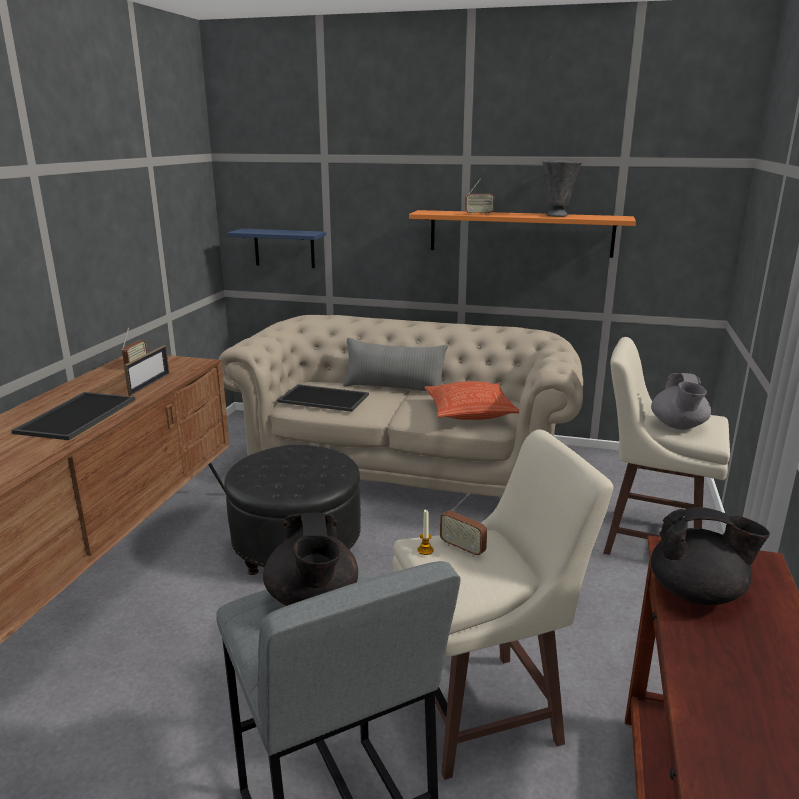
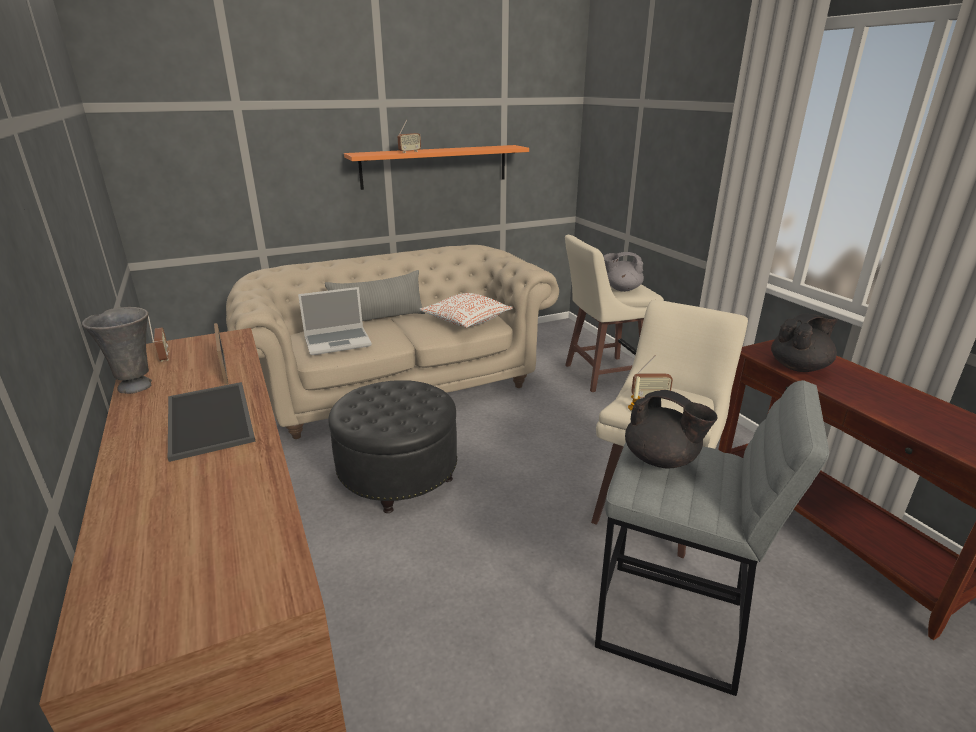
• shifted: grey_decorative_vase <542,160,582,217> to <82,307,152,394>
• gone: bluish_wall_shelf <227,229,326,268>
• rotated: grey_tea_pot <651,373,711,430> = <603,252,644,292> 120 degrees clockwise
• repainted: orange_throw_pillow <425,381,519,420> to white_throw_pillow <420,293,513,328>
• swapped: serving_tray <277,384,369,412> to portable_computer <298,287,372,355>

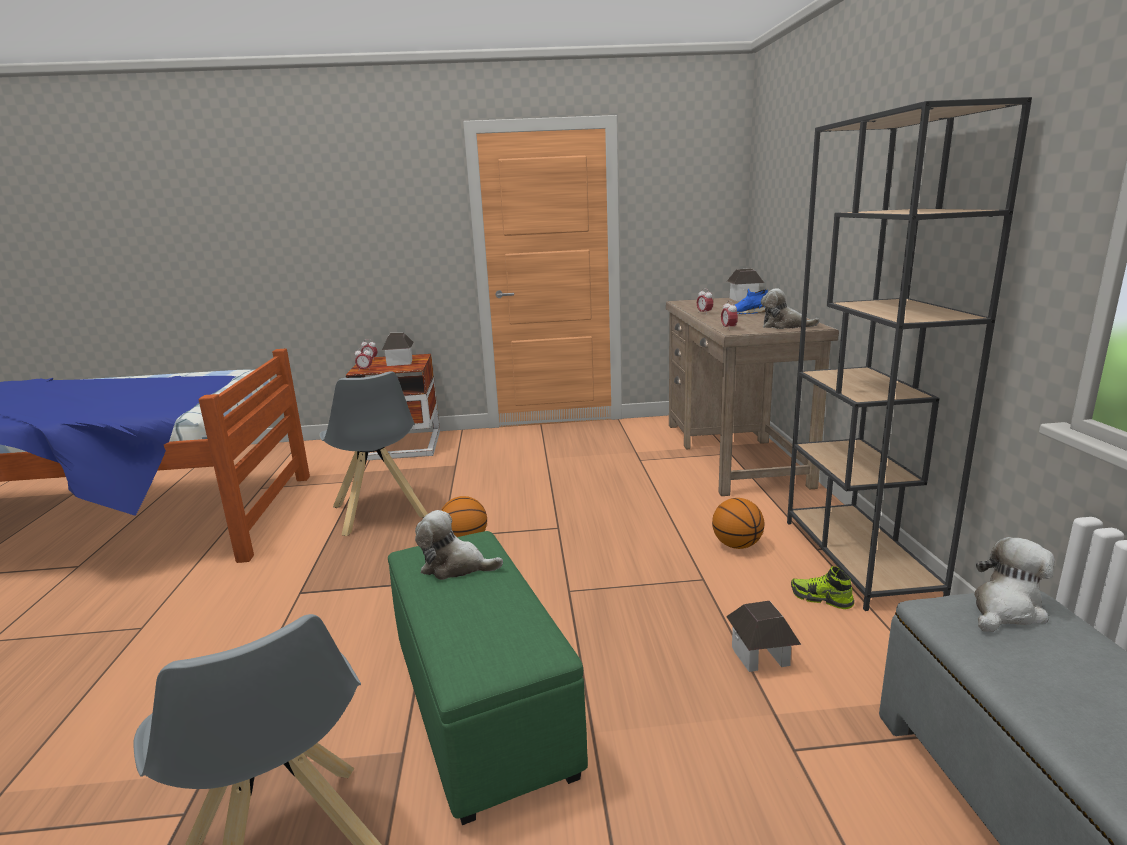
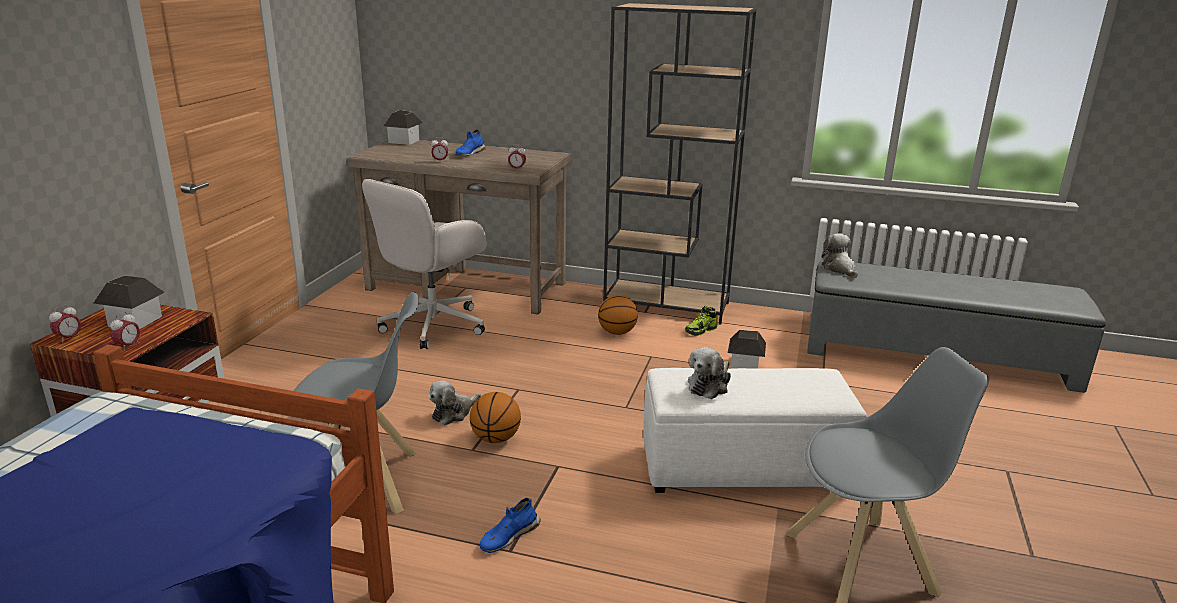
• shifted: cuddly_toy <761,288,820,329> to <430,380,481,425>
• repainted: green_pouffe <388,531,588,825> to white_pouffe <643,368,867,493>
• new: white_office_chair <362,179,486,349>
• new: bluish_shoe <480,497,541,553>

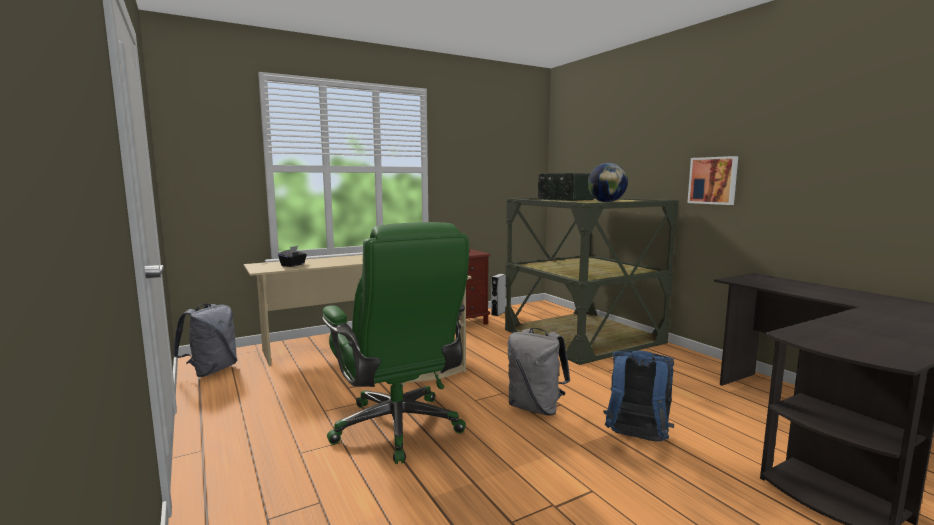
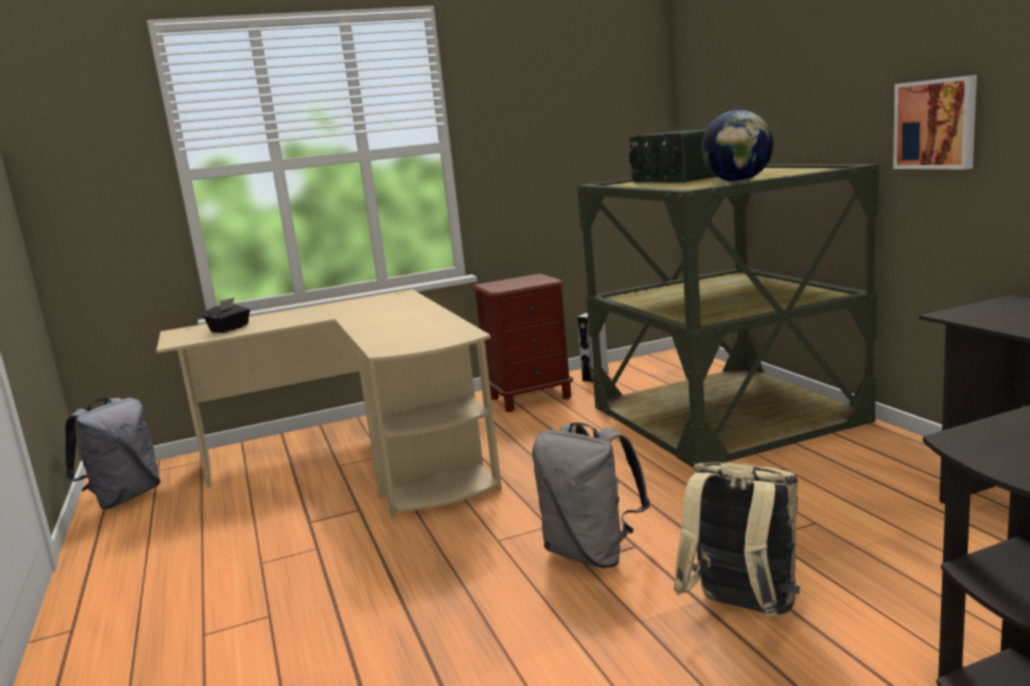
• gone: green_office_chair <322,222,469,464>
• repainted: bluish_backpack <603,351,674,441> to beige_backpack <674,462,800,617>

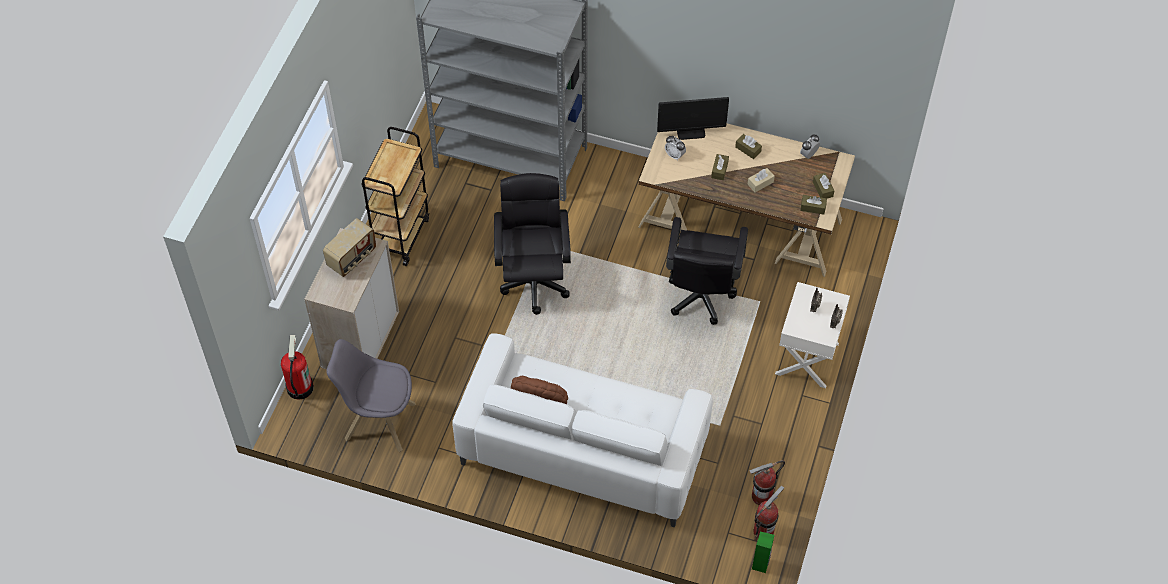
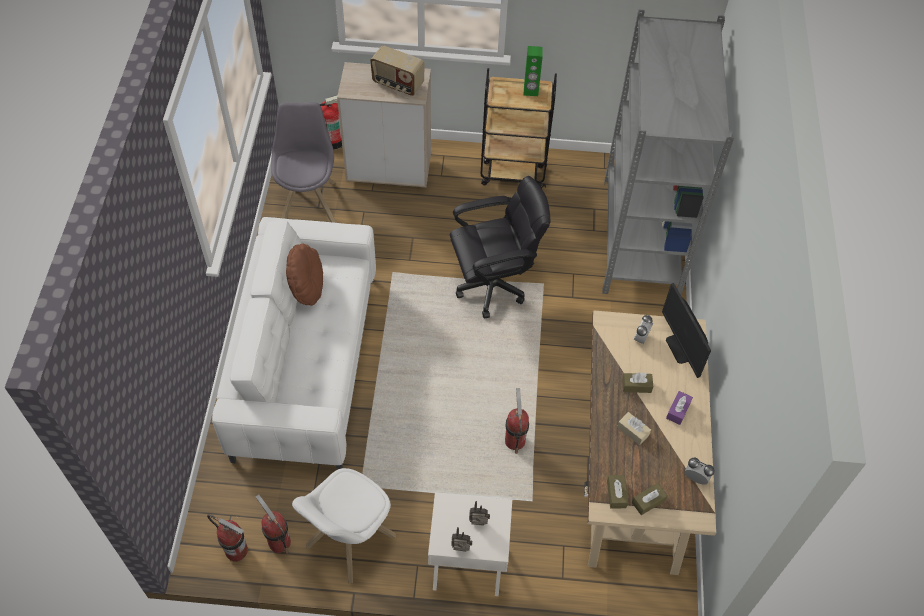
• repainted: brownish_box_of_tissues <735,134,762,159> to purple_box_of_tissues <666,391,693,425>
• swapped: black_office_chair <666,217,748,325> to extinguisher <505,388,529,454>
• shifted: green_loudspeaker <752,531,774,573> to <524,46,543,96>
• new: white_upright_chair <292,468,396,583>

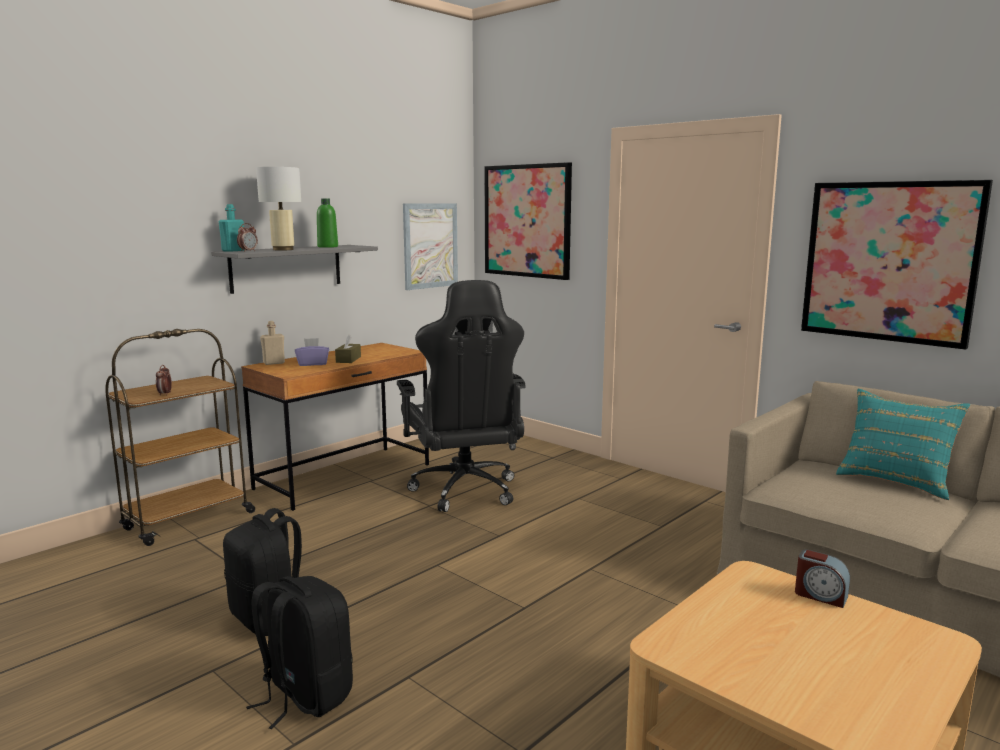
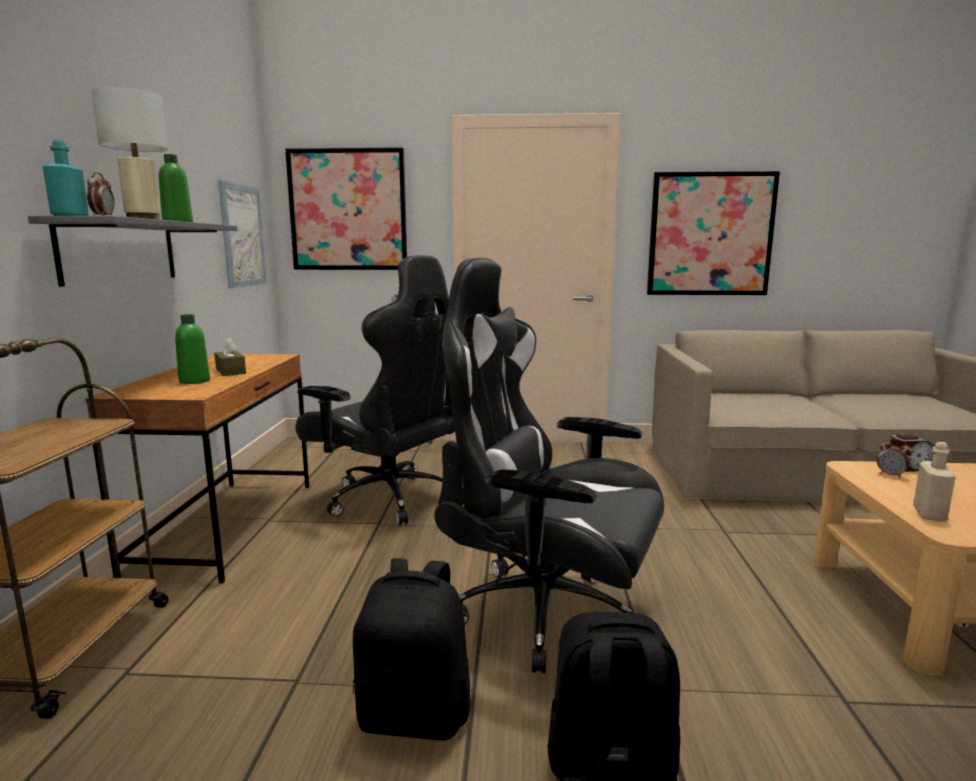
• shifted: beige_drink_bottle <260,321,285,365> to <913,442,956,521>
• swapped: purple_box_of_tissues <295,338,329,366> to green_drink_bottle <175,314,210,384>
• shifted: table_clock <156,365,172,396> to <877,438,912,478>
• gone: turquoise-coloured_throw_pillow <836,389,970,500>
• new: black_office_chair <434,258,664,673>

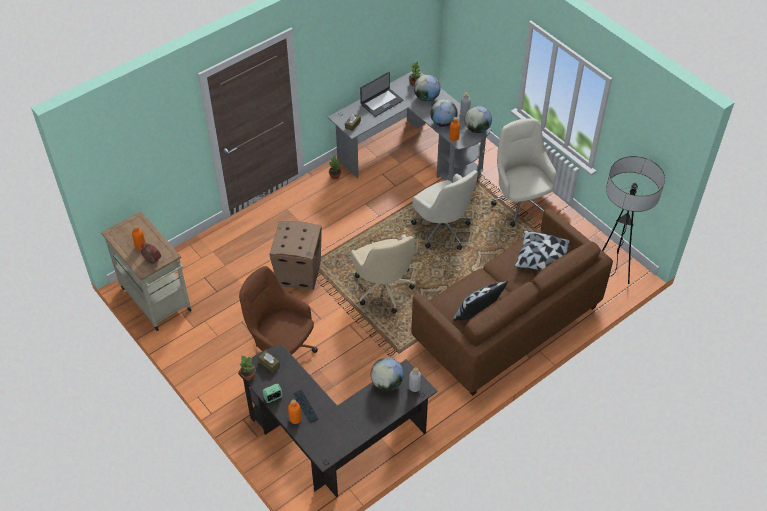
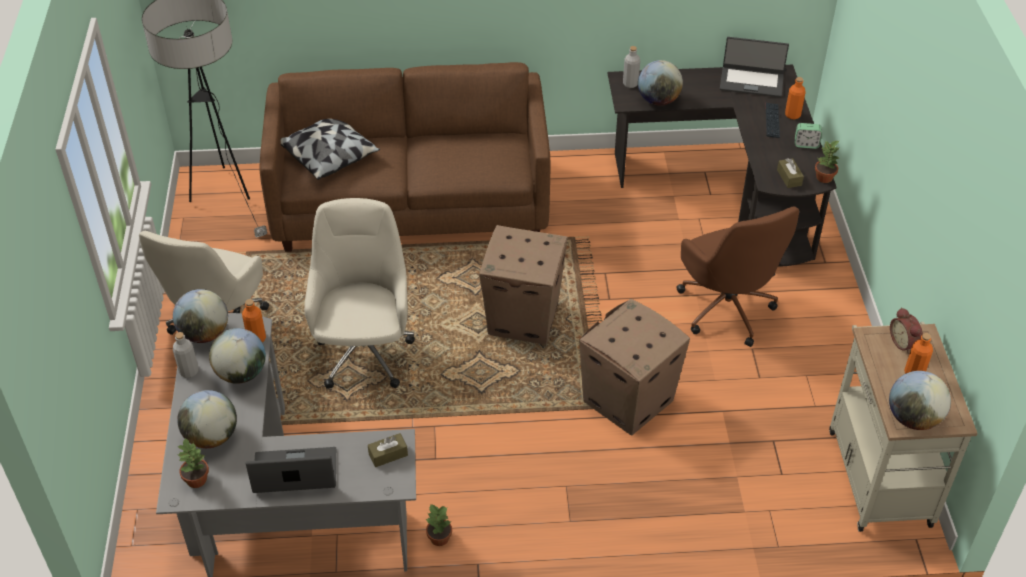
• swapped: beige_office_chair <351,234,415,314> to cardboard_box <479,225,568,344>
• gone: throw_pillow <453,281,508,321>
• new: portable_computer <720,37,789,97>
• new: desk_globe <889,371,951,430>

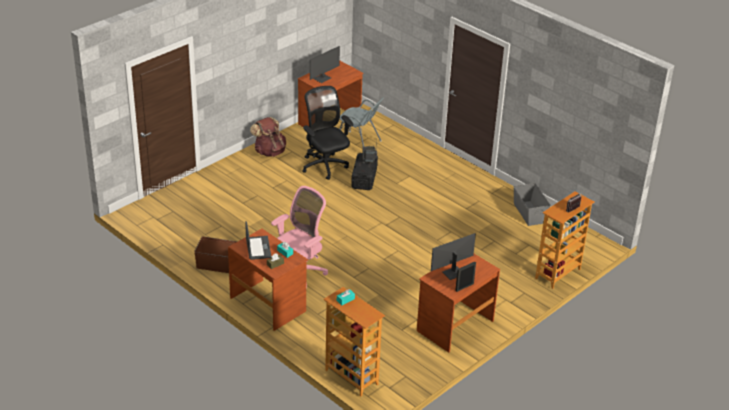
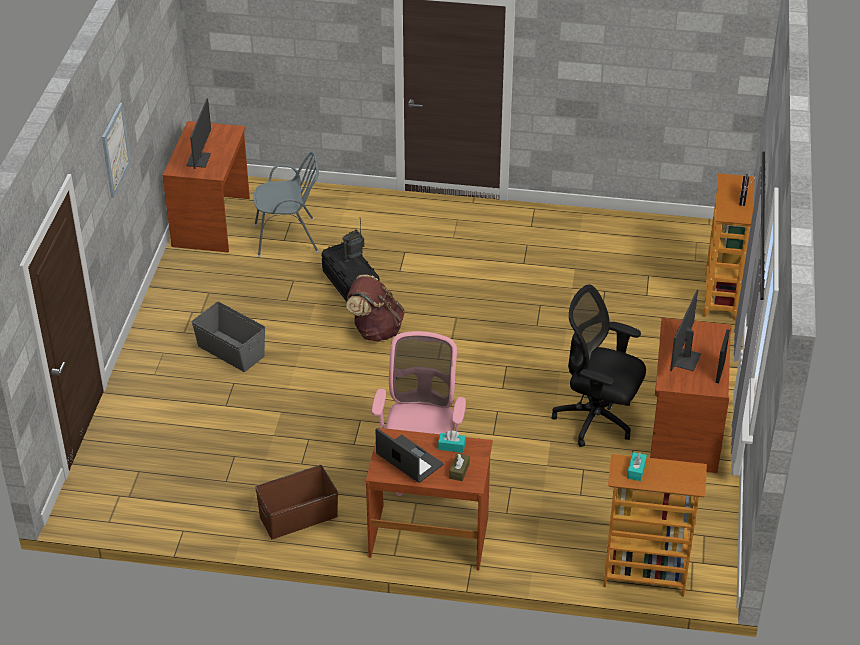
• shifted: black_office_chair <302,86,354,180> to <552,284,646,447>
• shifted: brownish_backpack <250,117,286,157> to <346,275,405,342>
• shifted: grey_storage_container <513,183,550,226> to <191,302,266,372>
• new: wall_picture <102,103,131,197>

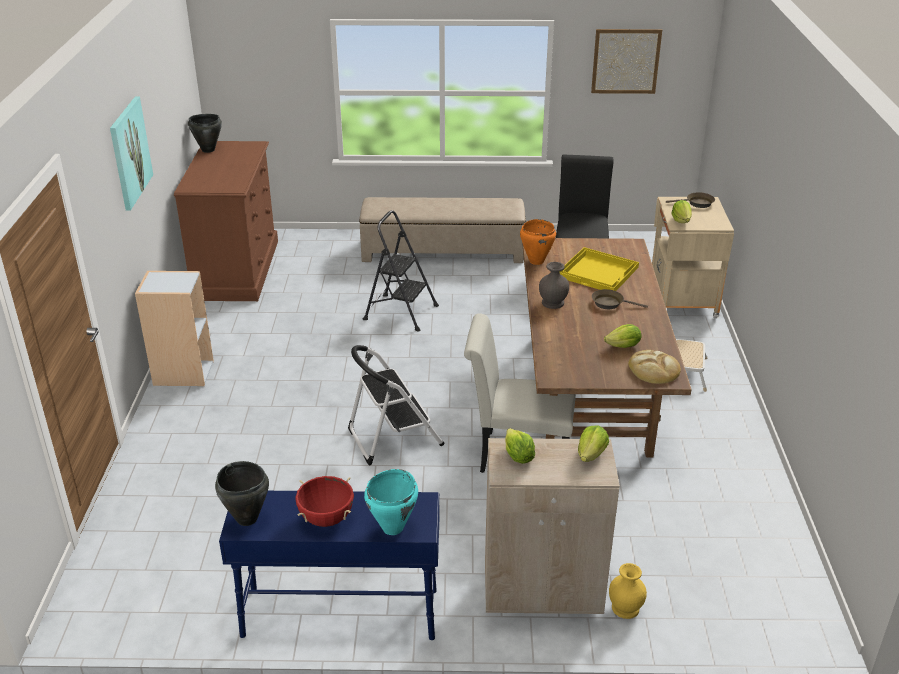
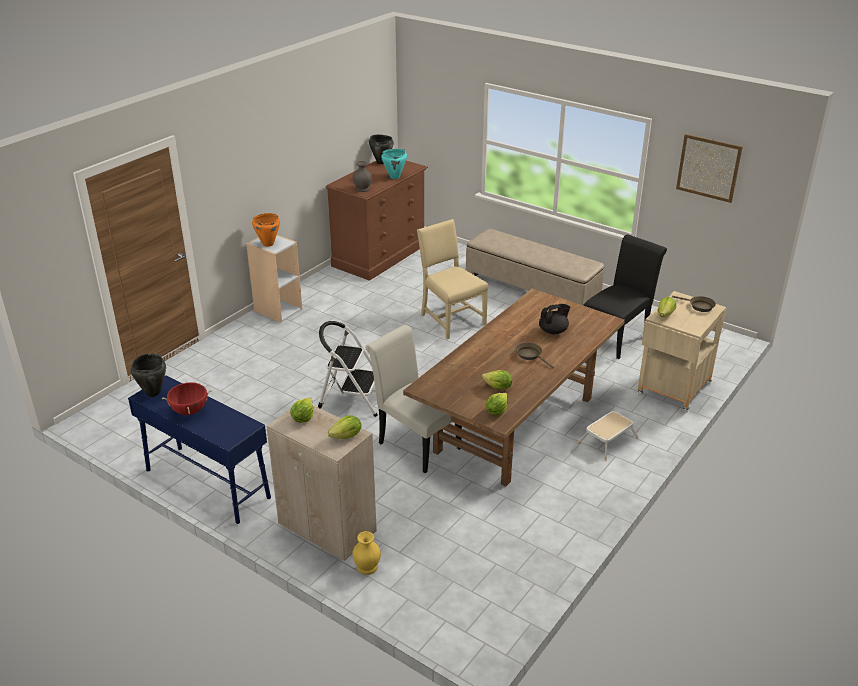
• gone: wall_picture <110,97,153,210>
• swapped: black_stepladder <362,210,439,332> to beige_upright_chair <417,219,489,339>
• shifted: orange_cooking_pot <520,219,556,265> to <252,213,280,247>
• swapped: yellow_serving_tray <559,247,639,291> to black_tea_pot <539,304,570,334>
• shifted: grey_decorative_vase <539,262,569,309> to <353,161,372,192>
• swapped: bread <628,350,681,384> to lettuce_head <486,393,507,415>
• shifted: turquoise-coloured_cooking_pot <364,469,418,535> to <381,149,407,179>

